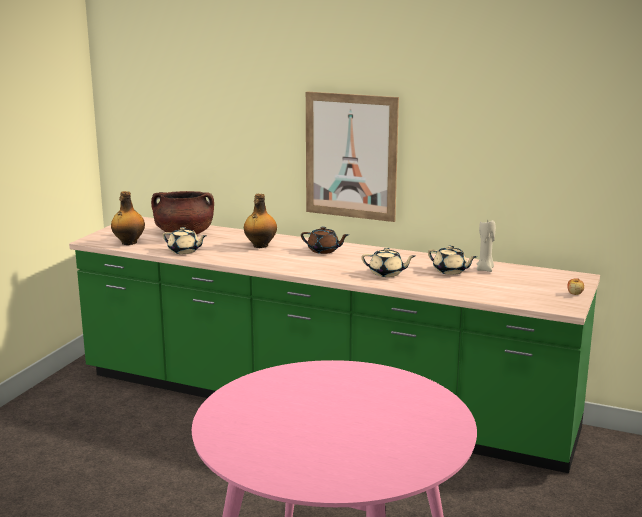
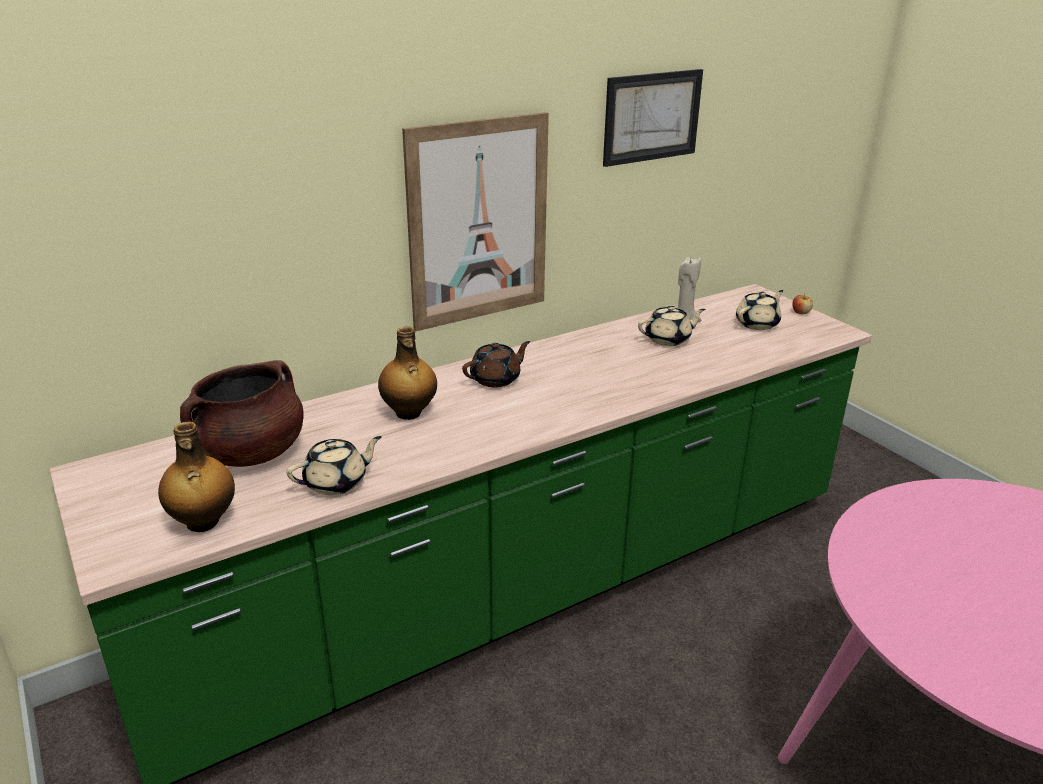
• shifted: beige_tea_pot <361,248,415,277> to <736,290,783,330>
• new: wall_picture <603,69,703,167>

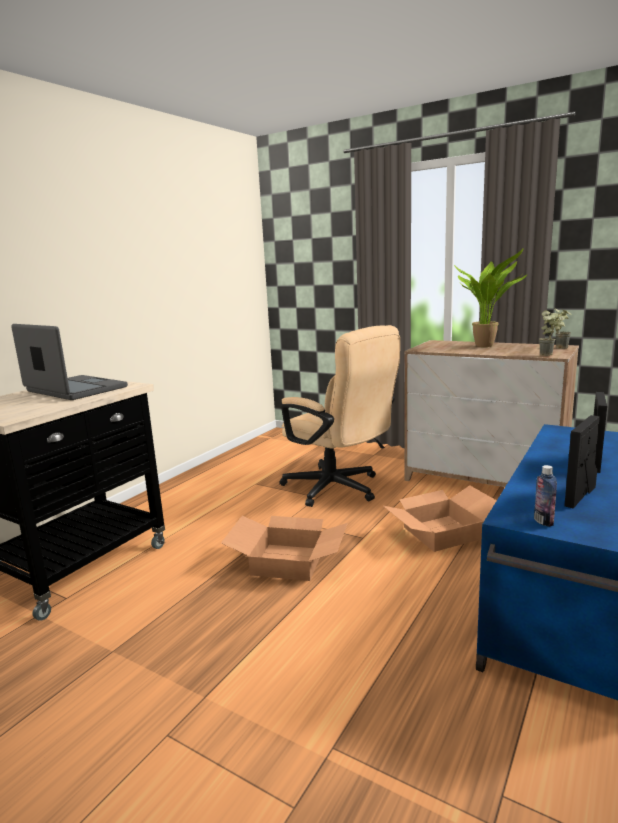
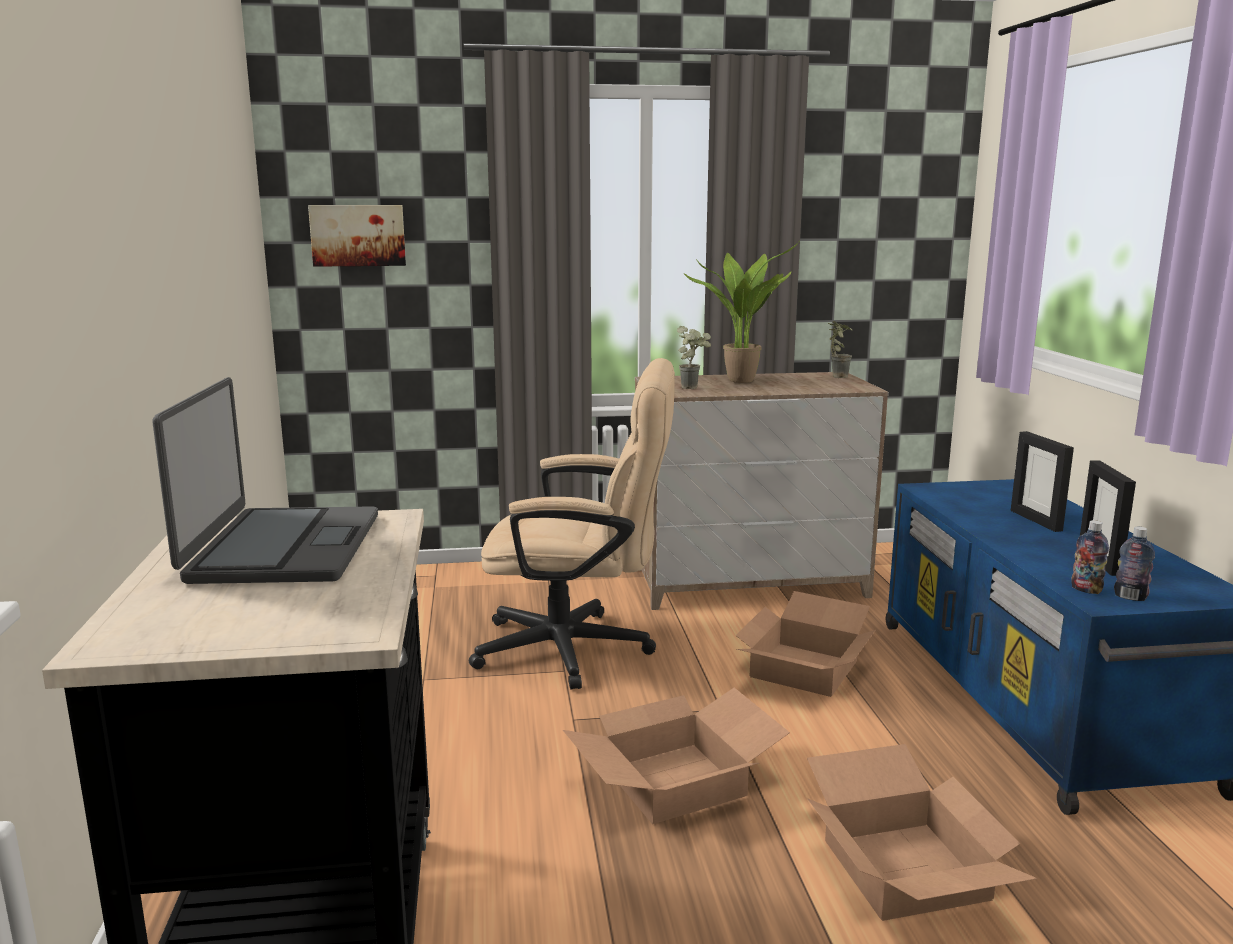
• shifted: potted_plant <539,310,565,356> to <677,326,711,389>
• rotated: portable_computer <11,324,128,400> = <152,377,378,584> 90 degrees clockwise
• new: wall_picture <308,205,406,267>
• new: drink_bottle <1071,520,1109,594>
• new: cardboard_box <807,744,1037,921>

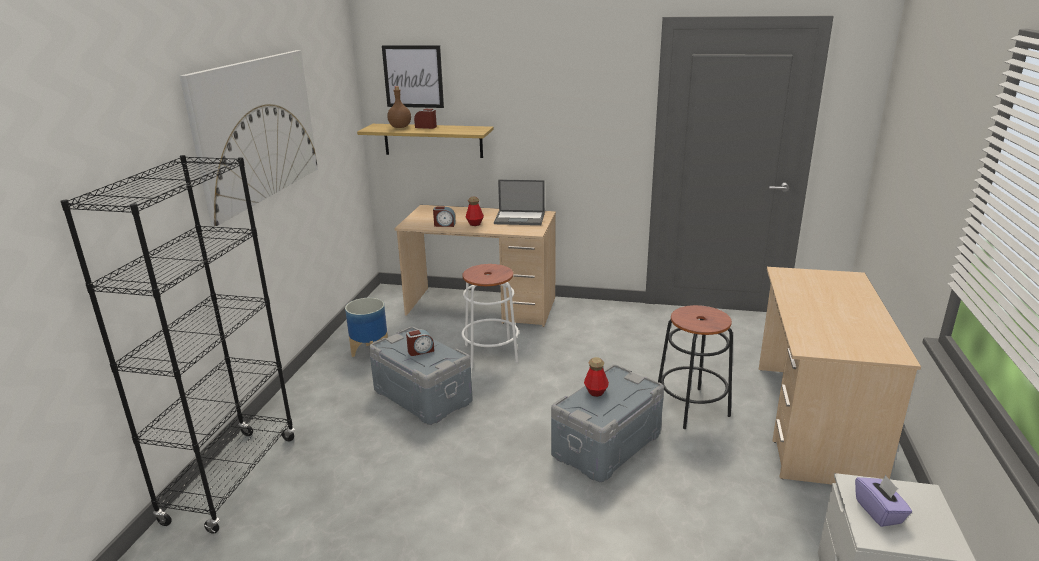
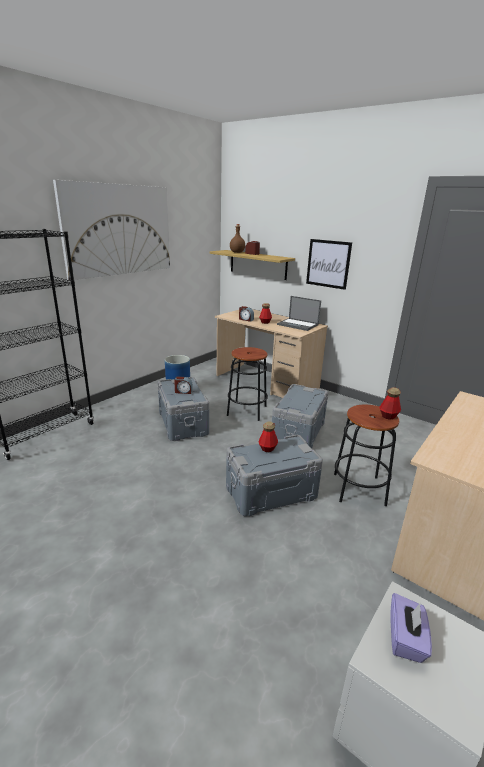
• shifted: wall_picture <382,45,444,108> to <306,239,352,290>
• repainted: white_stool_seat <462,264,519,368> to black_stool_seat <227,347,268,421>
• new: grey_storage_container <272,384,328,448>
• new: drink_bottle <379,387,401,420>

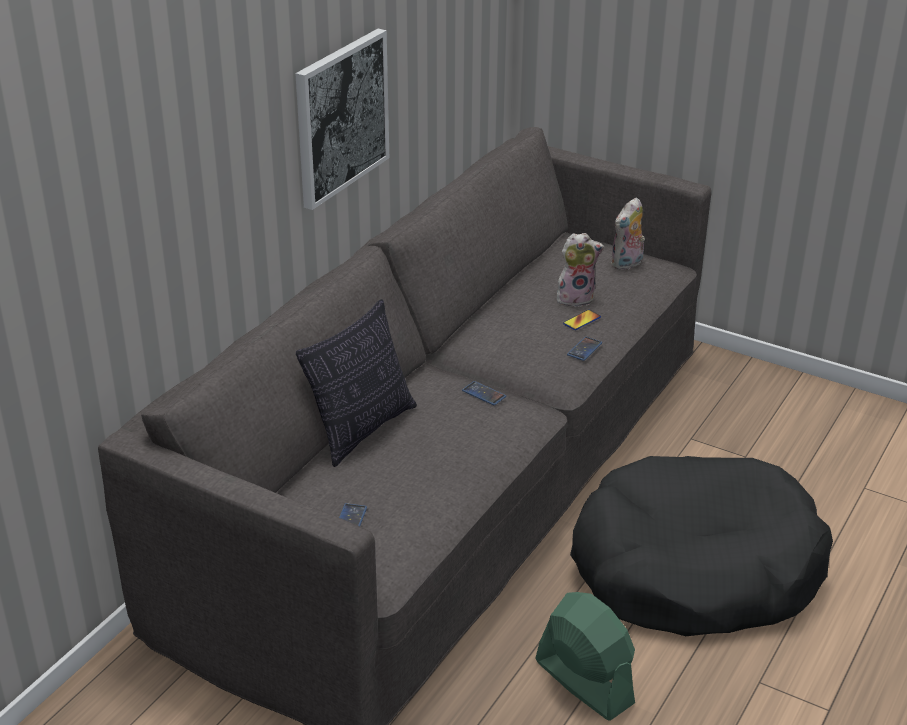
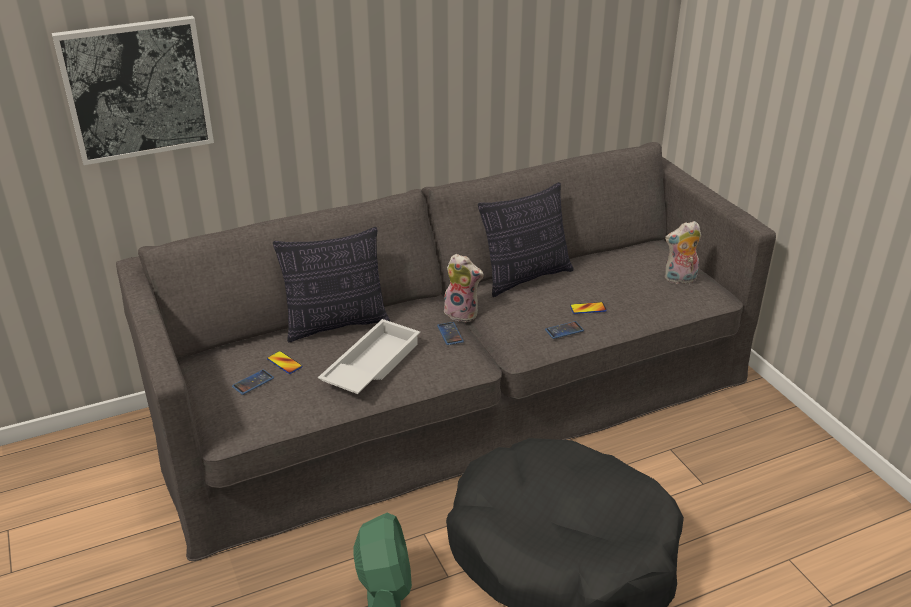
• shifted: wall_picture <295,29,389,210> to <52,16,214,165>
• shifted: cuddly_toy <557,233,604,308> to <442,254,484,323>
• new: throw_pillow <478,182,574,297>
• new: white_serving_tray <318,319,420,394>
• new: telephone <267,351,302,374>

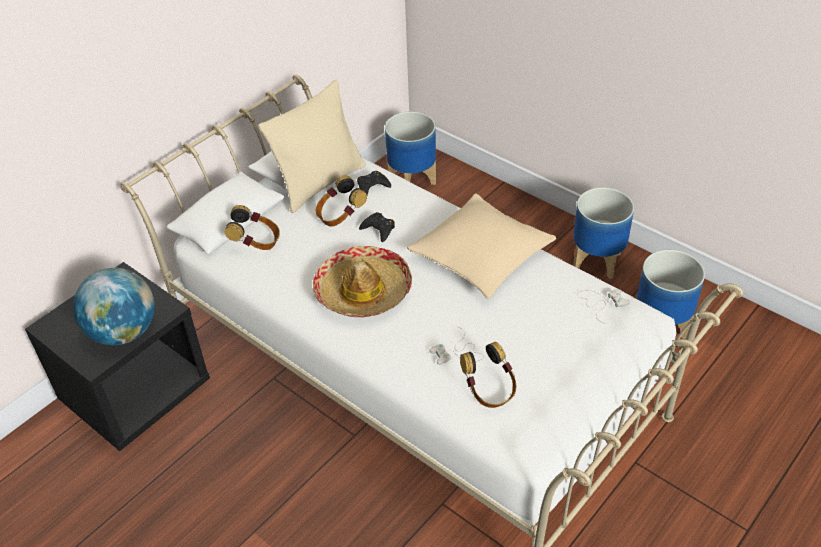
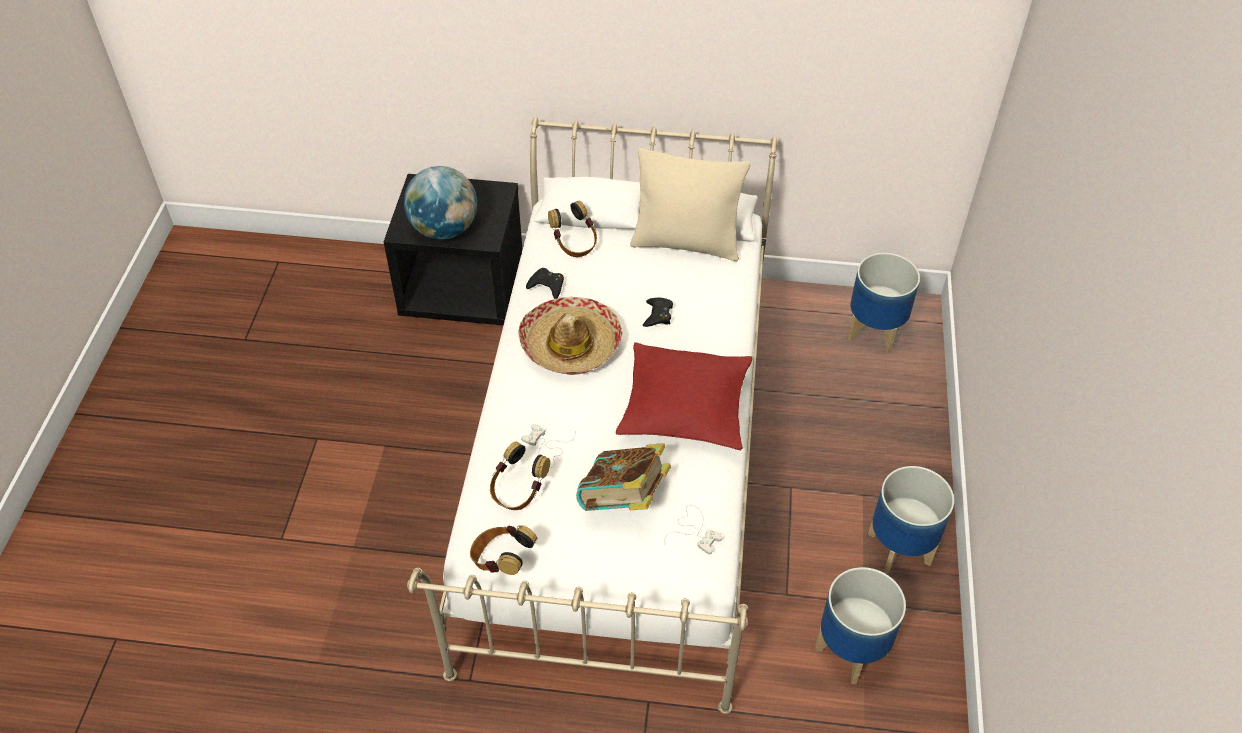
• shifted: black_game_controller <357,171,391,195> to <526,268,564,299>
• shifted: headset <316,175,367,227> to <470,525,537,575>
• repainted: beige_throw_pillow <407,193,557,299> to reddish_throw_pillow <616,342,752,450>
• new: volume <576,443,671,511>

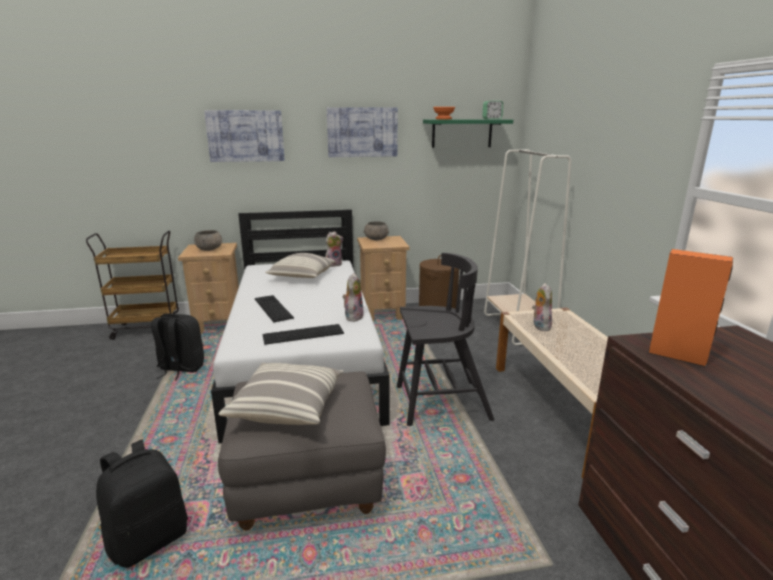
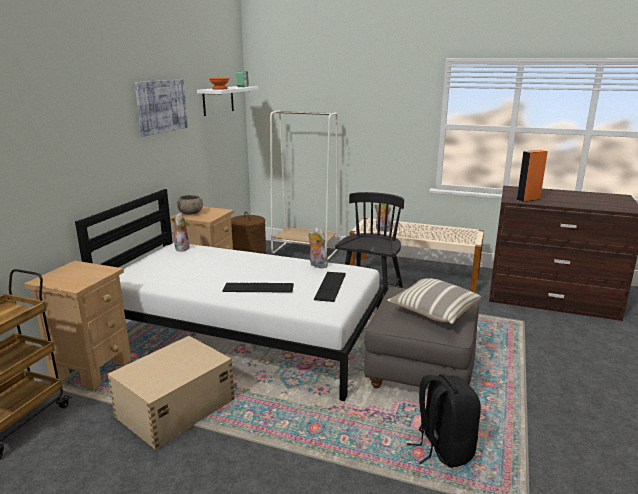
• gone: wall_picture <204,110,285,162>
• repainted: green_wall_shelf <423,119,513,148> to white_wall_shelf <197,86,258,116>
• gone: grey_serving_bowl <194,230,222,251>
• gone: throw_pillow <265,253,336,278>
• swapped: black_backpack <151,313,204,381> to beige_storage_container <107,336,235,450>

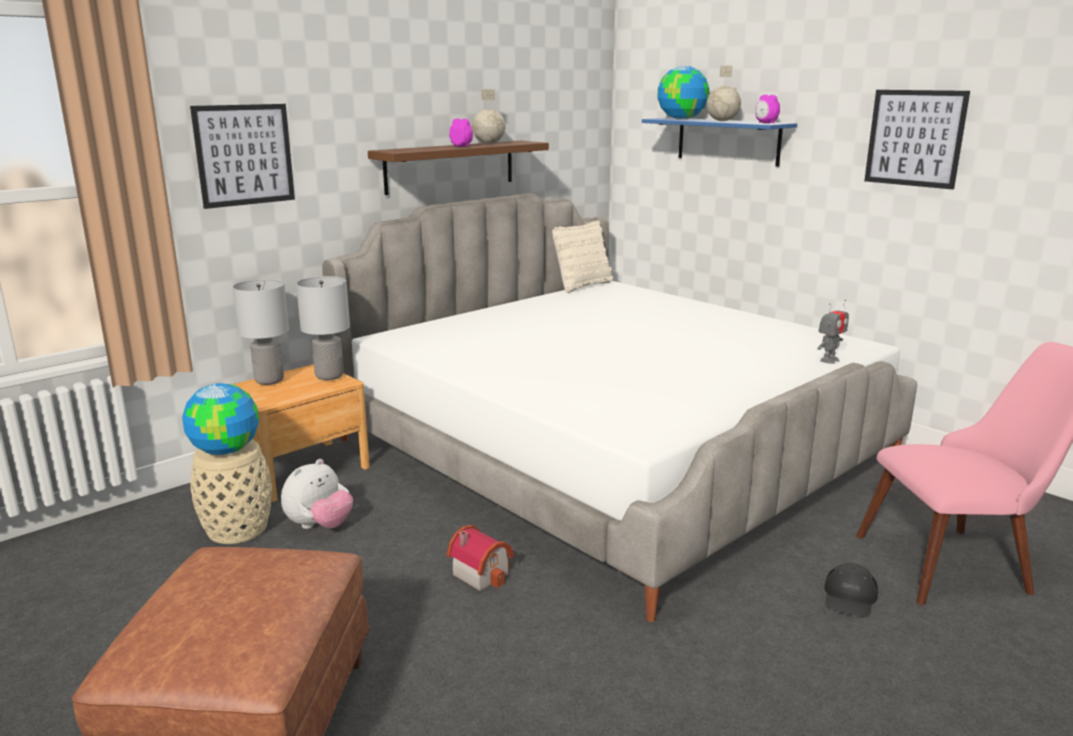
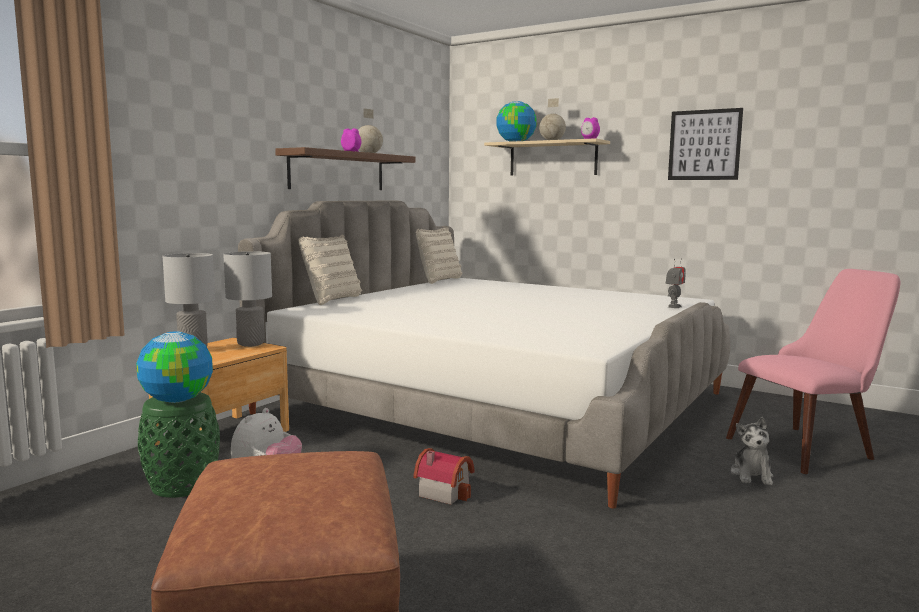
• gone: wall_picture <190,104,295,209>
• repainted: bluish_wall_shelf <642,118,797,167> to beige_wall_shelf <484,138,610,176>
• repainted: beige_stool_seat <190,439,272,544> to green_stool_seat <138,392,220,498>
• swapped: black_baseball_cap <824,563,878,617> to cuddly_toy <731,417,773,485>
• new: beige_throw_pillow <299,235,362,305>

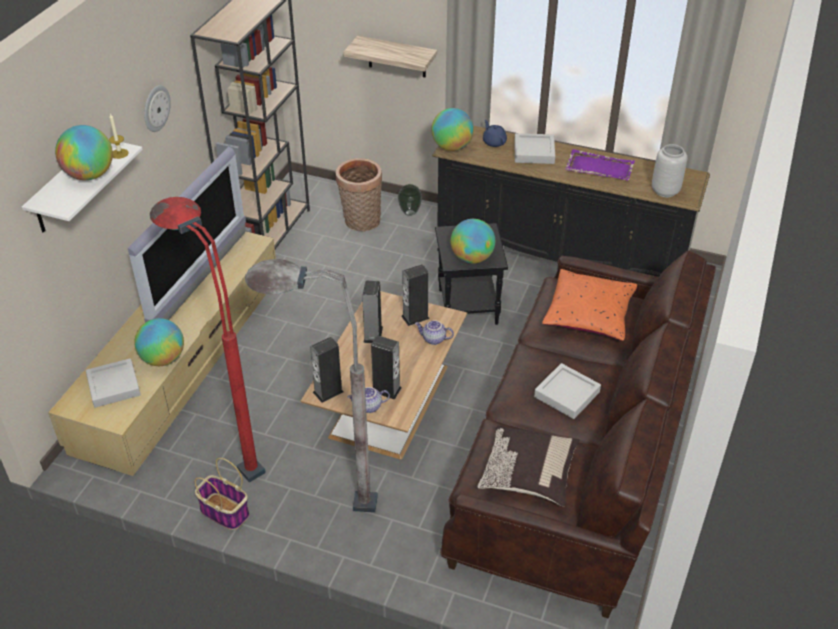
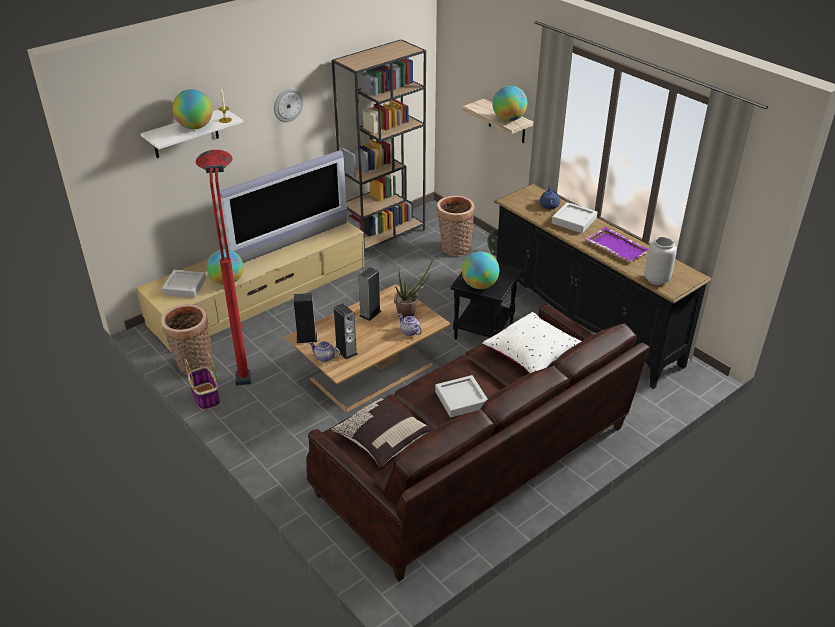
• shifted: desk_globe <431,108,474,151> to <493,86,527,121>
• gone: grey_floor_lamp <245,259,378,513>
• swapped: loudspeaker <401,264,430,326> to potted_plant <394,256,435,318>
• repainted: orange_throw_pillow <542,269,637,341> to white_throw_pillow <482,312,582,373>
• new: storage_basket <161,304,213,375>

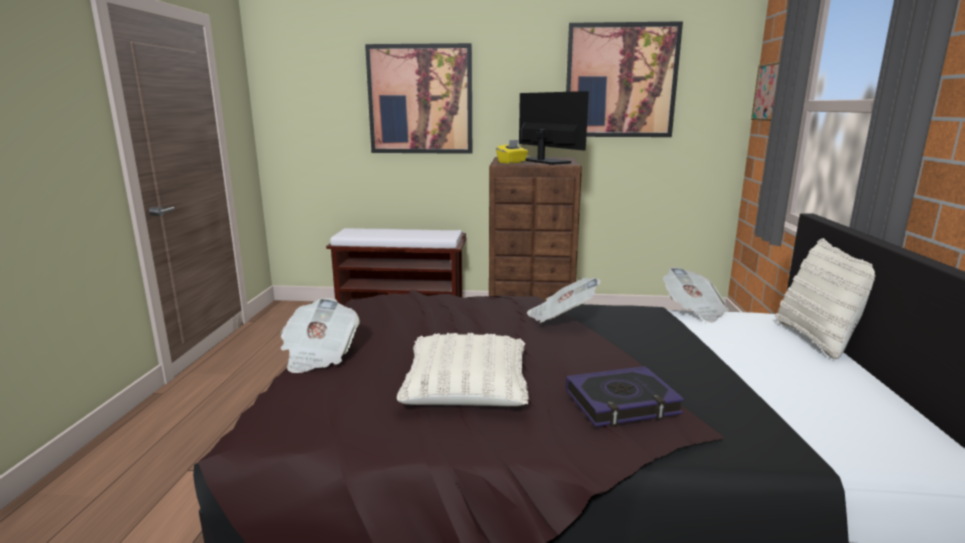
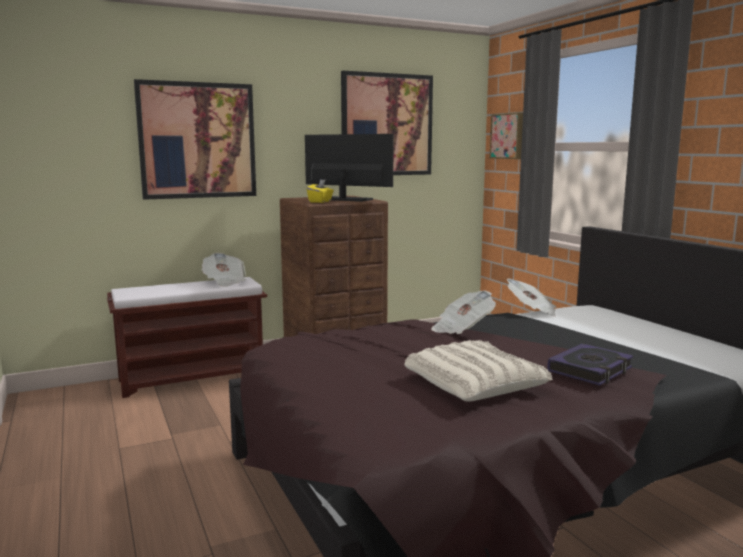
• gone: beige_throw_pillow <775,238,876,359>
• shifted: daily_paper <280,298,359,373> to <201,253,246,287>

